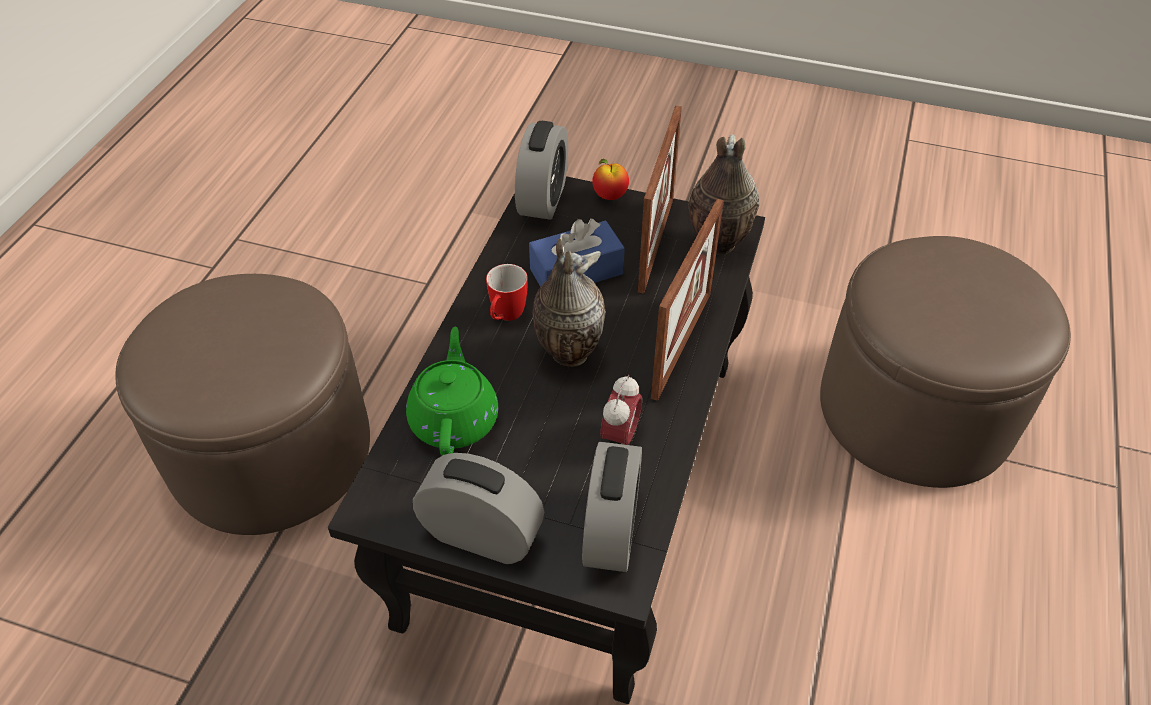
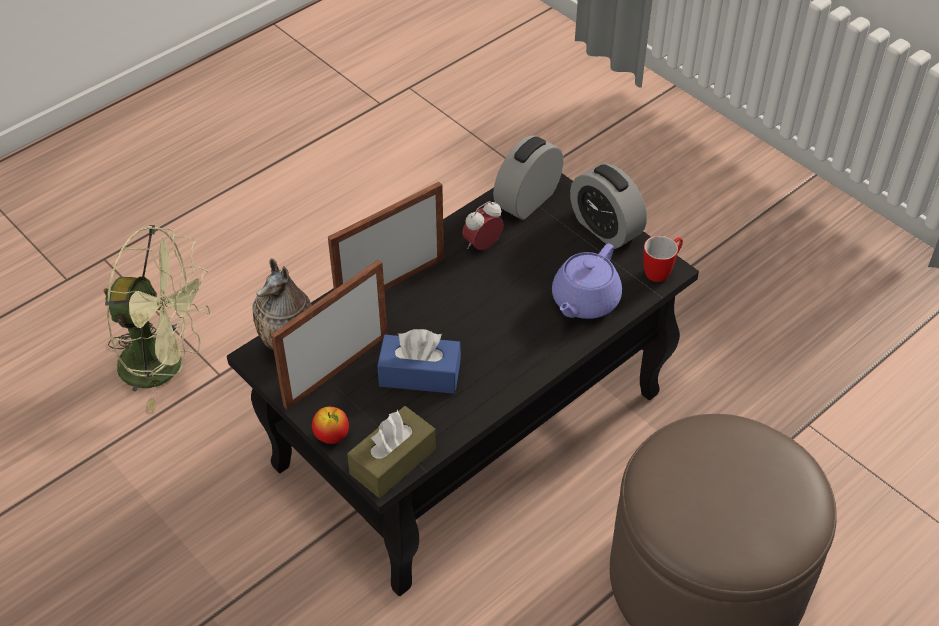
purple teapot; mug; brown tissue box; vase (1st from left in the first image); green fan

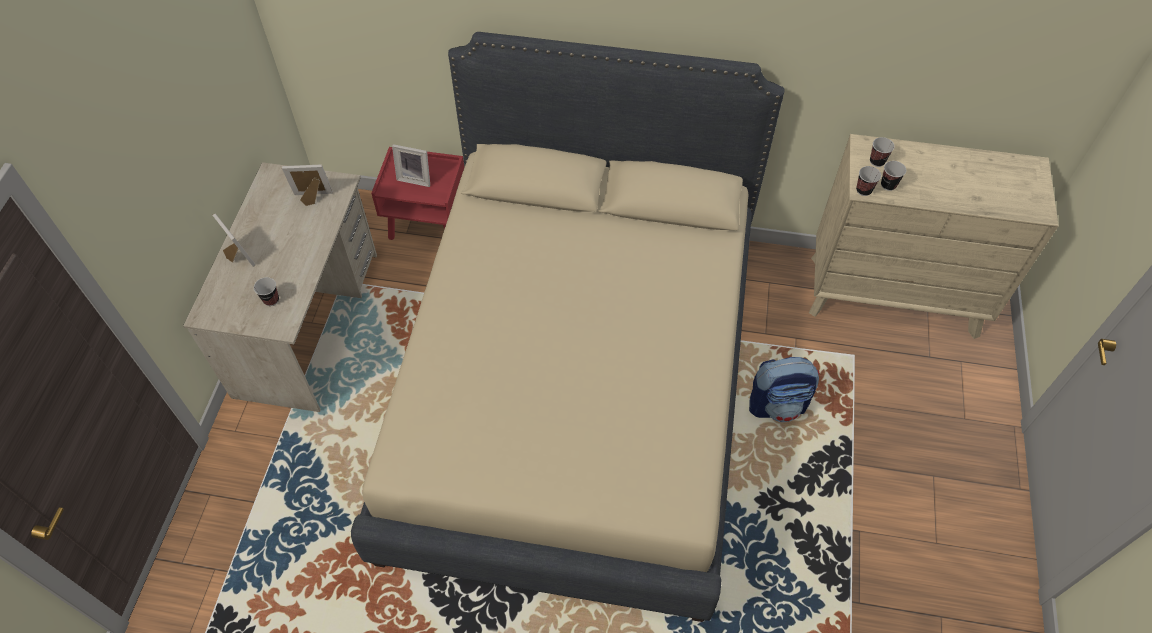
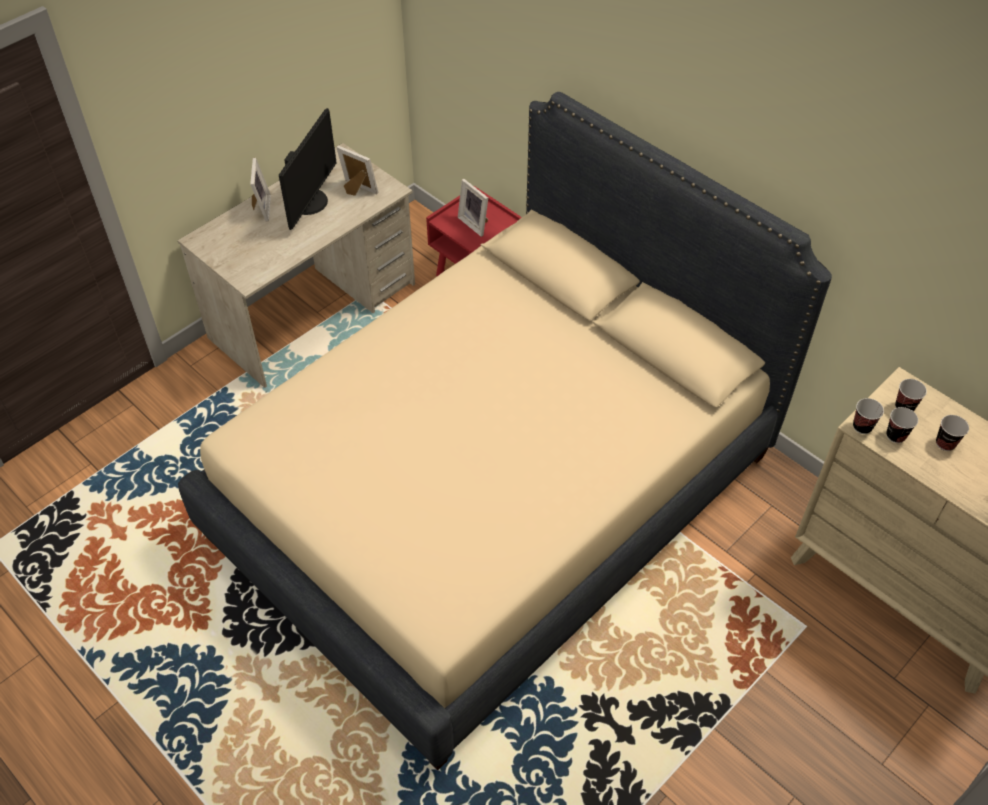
cup (4th from left); backpack; monitor

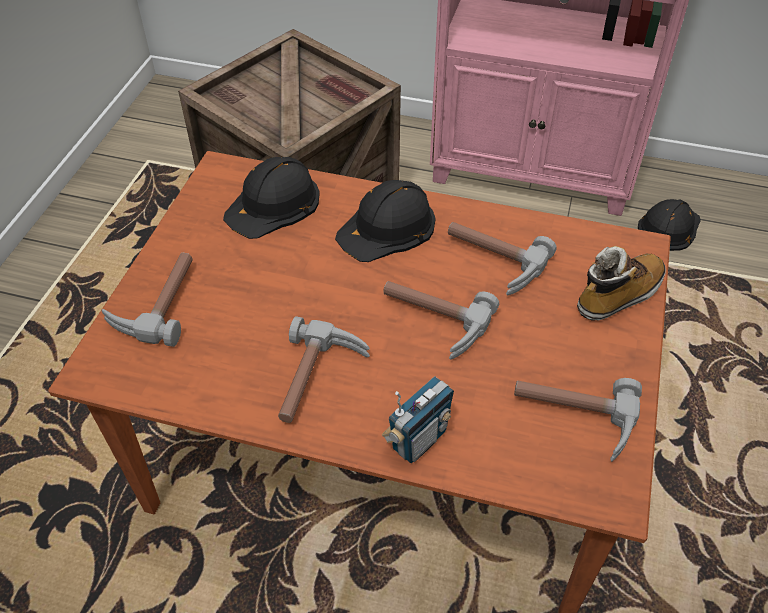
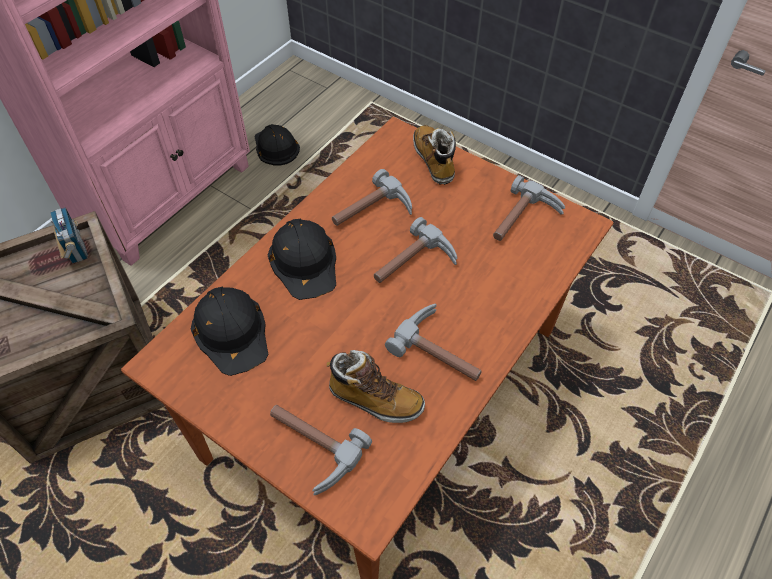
radio; boot (1st from left)

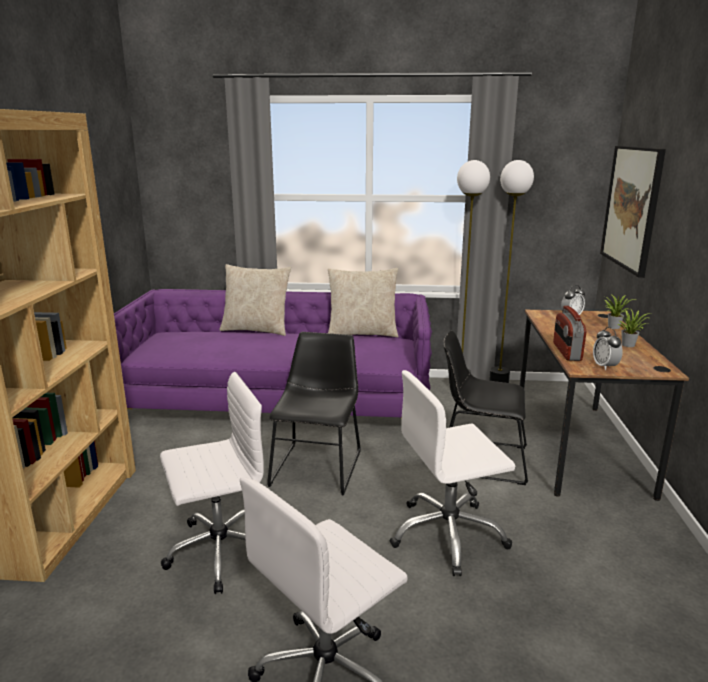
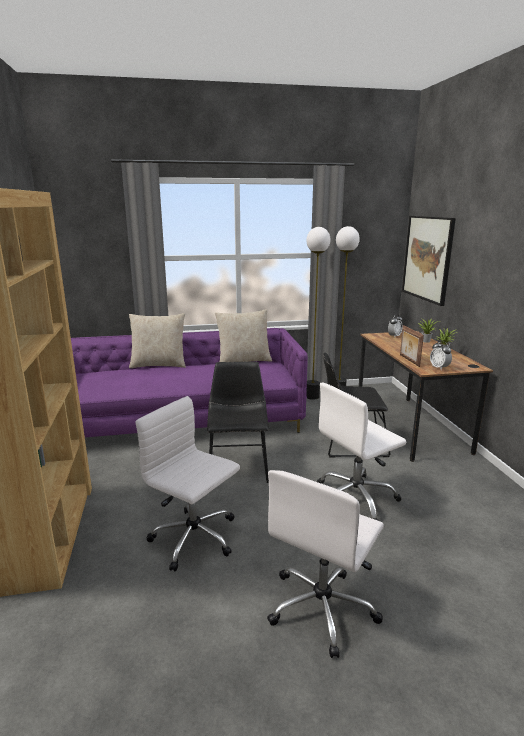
white office chair (1st from left); picture frame

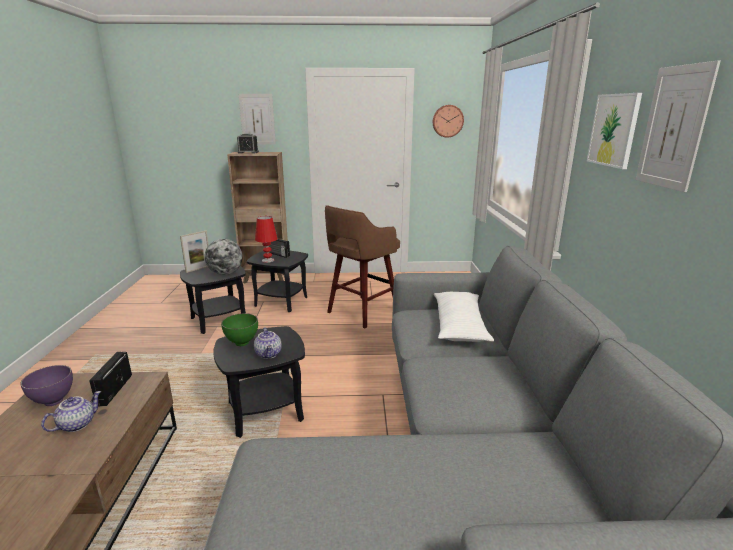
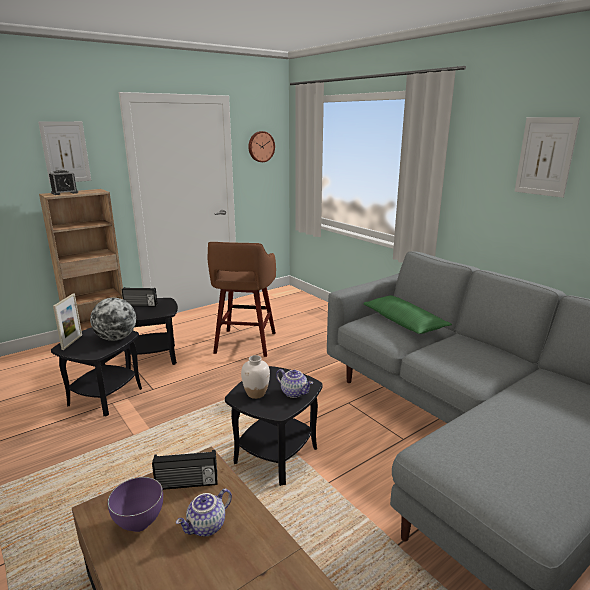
teapot (1st from left); radio (2nd from left); white vase; red table lamp; green pillow; picture (2nd from left in the first image)

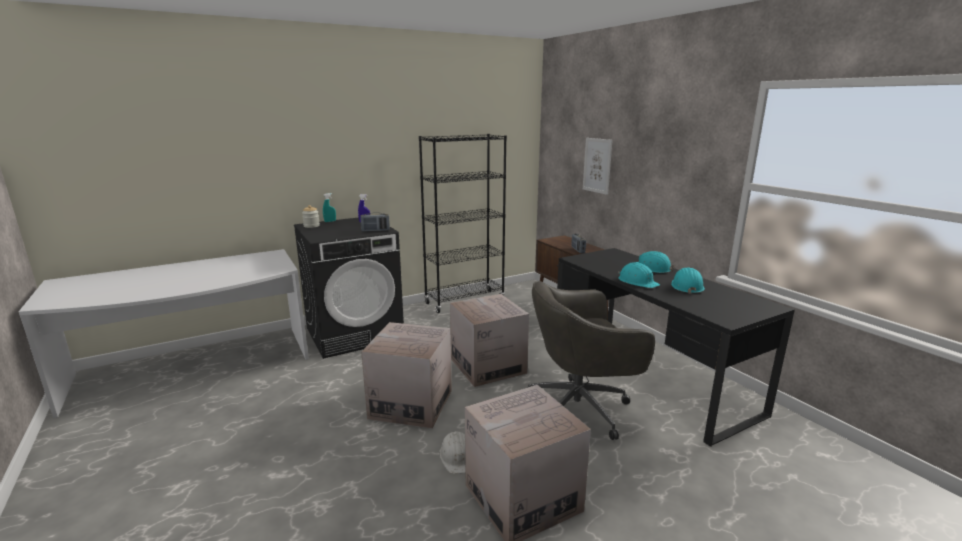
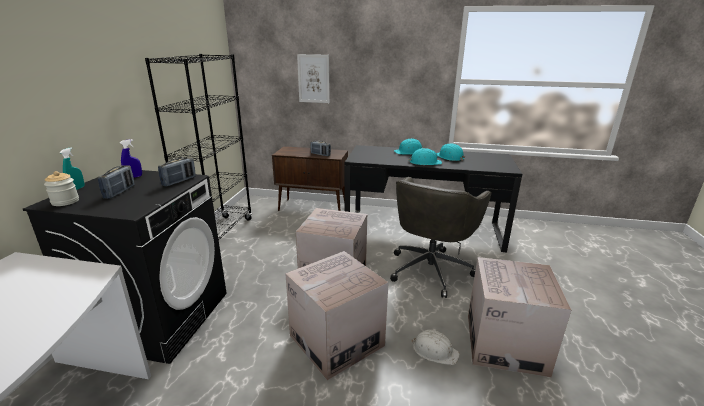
radio (1st from left)

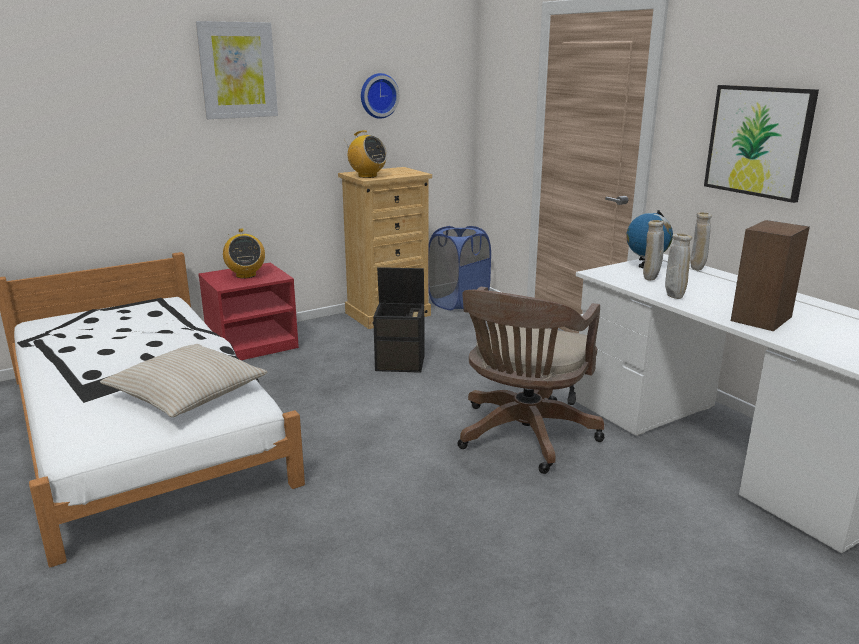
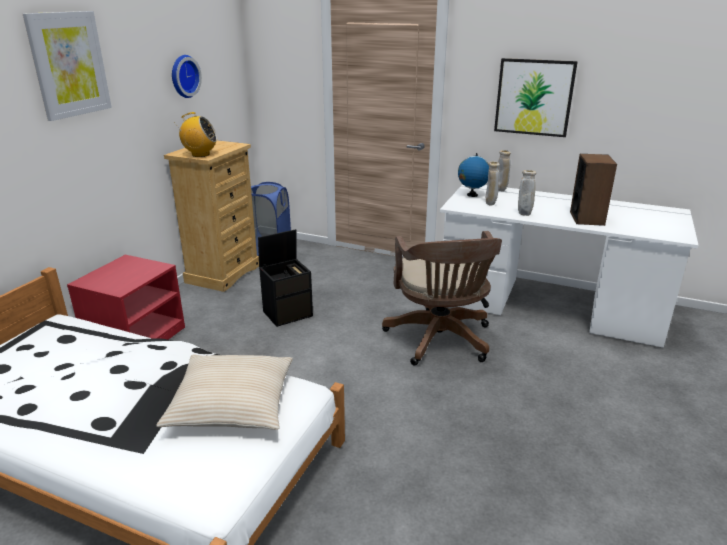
radio (1st from left in the first image)

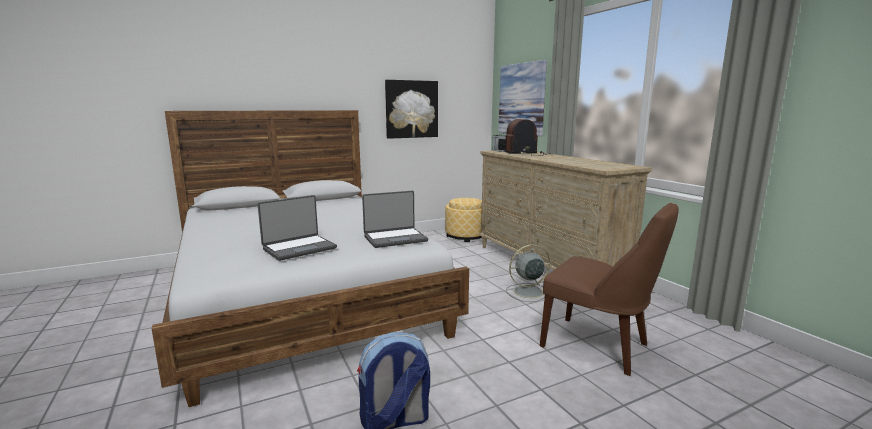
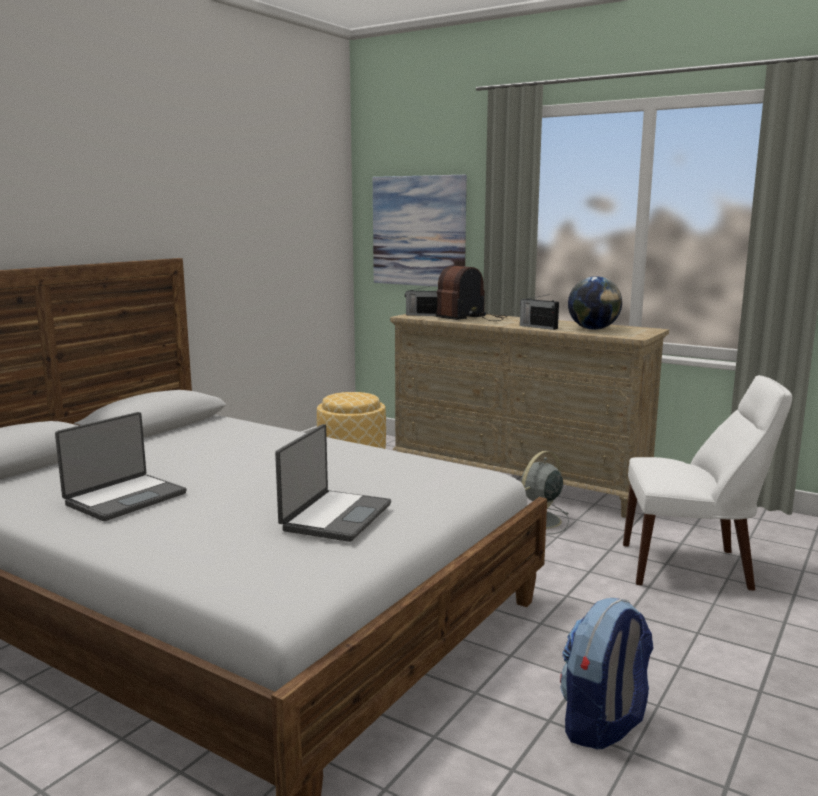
laptop (1st from left); picture (1st from left in the first image); white chair; radio (3rd from left); globe

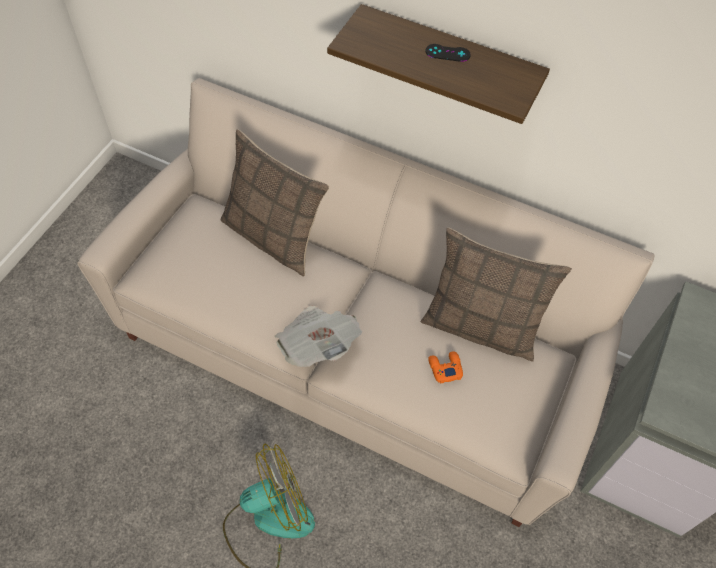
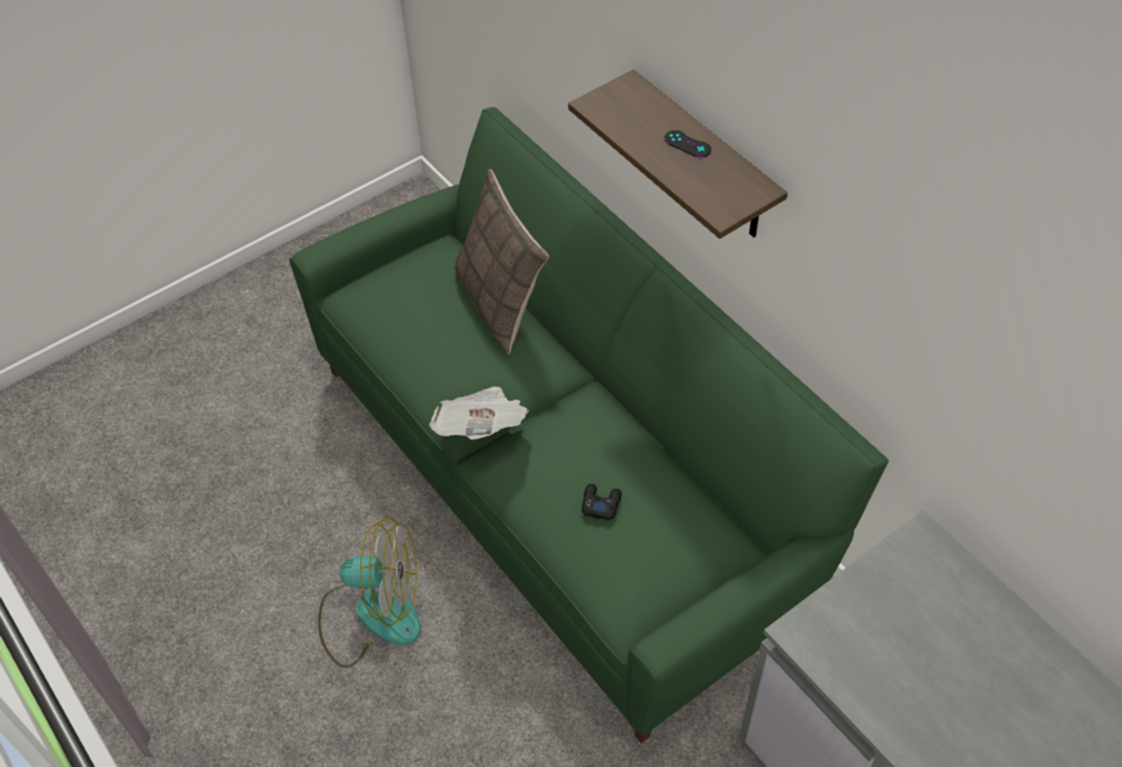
green sofa; pillow (2nd from left in the first image); black game controller (1st from left)

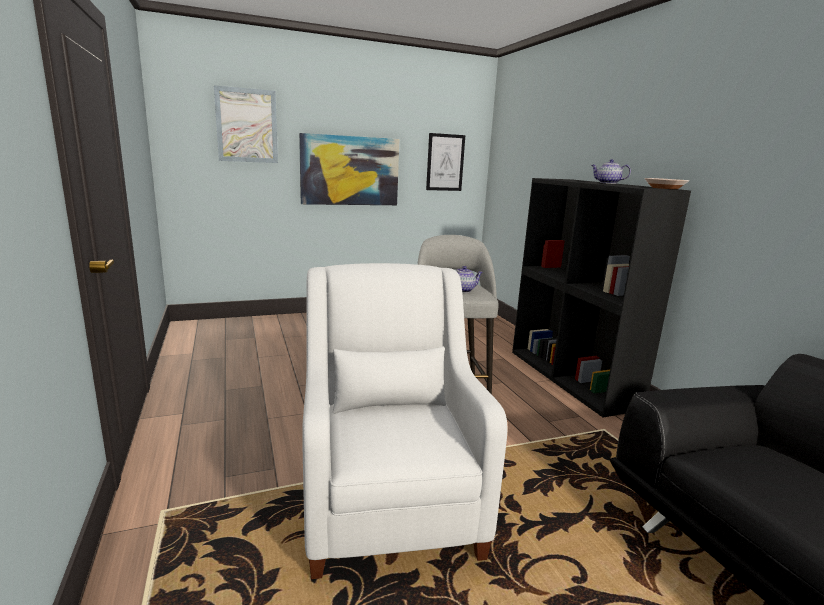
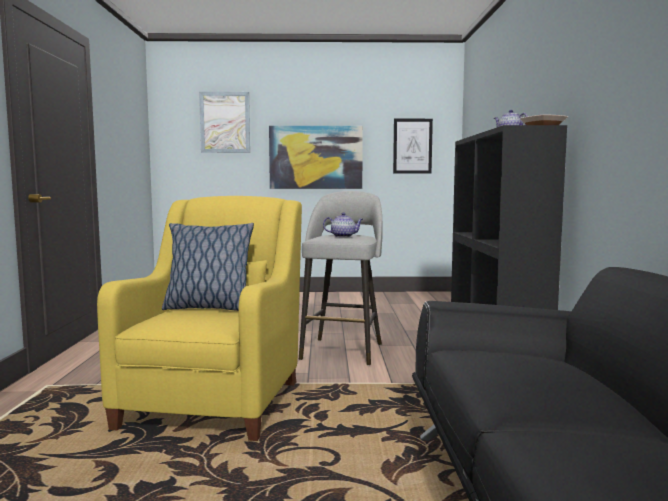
yellow armchair; pillow

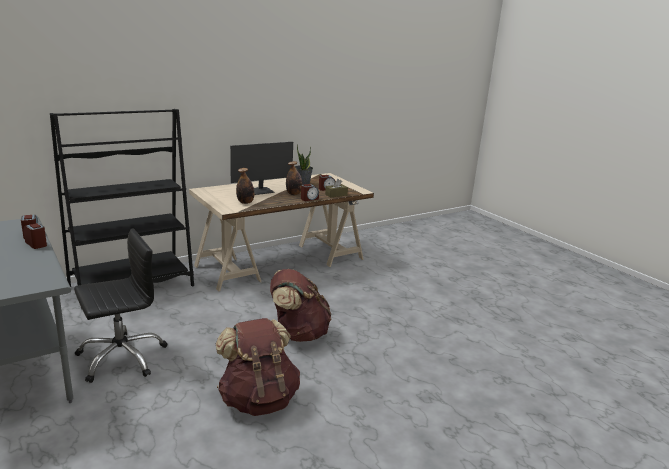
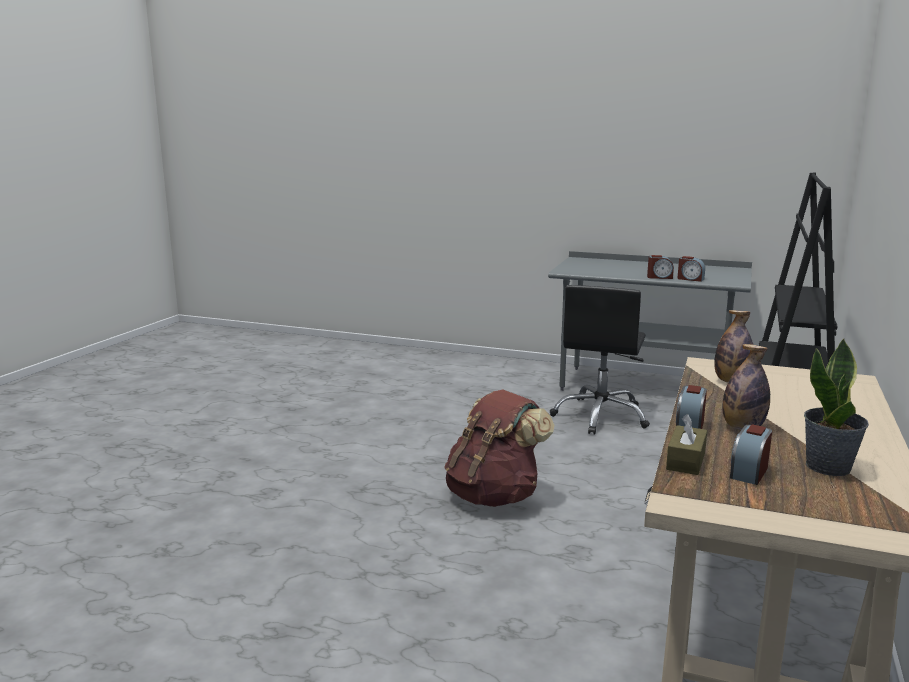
brown backpack (1st from left in the first image); monitor

